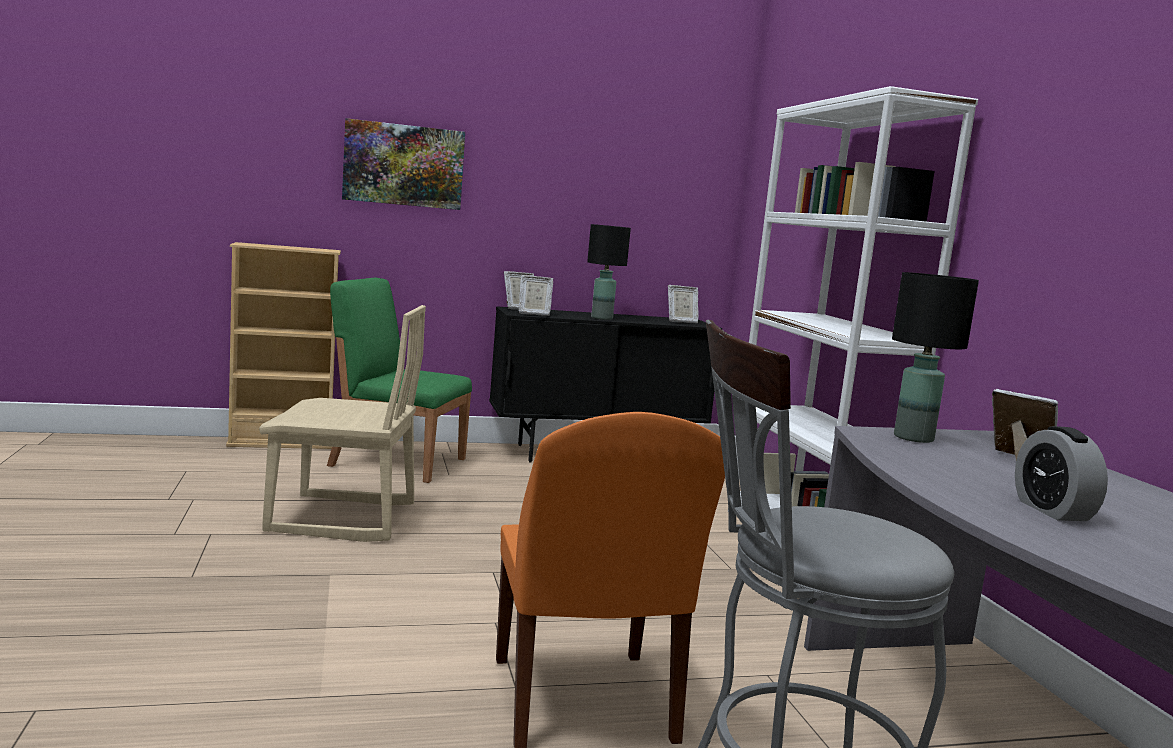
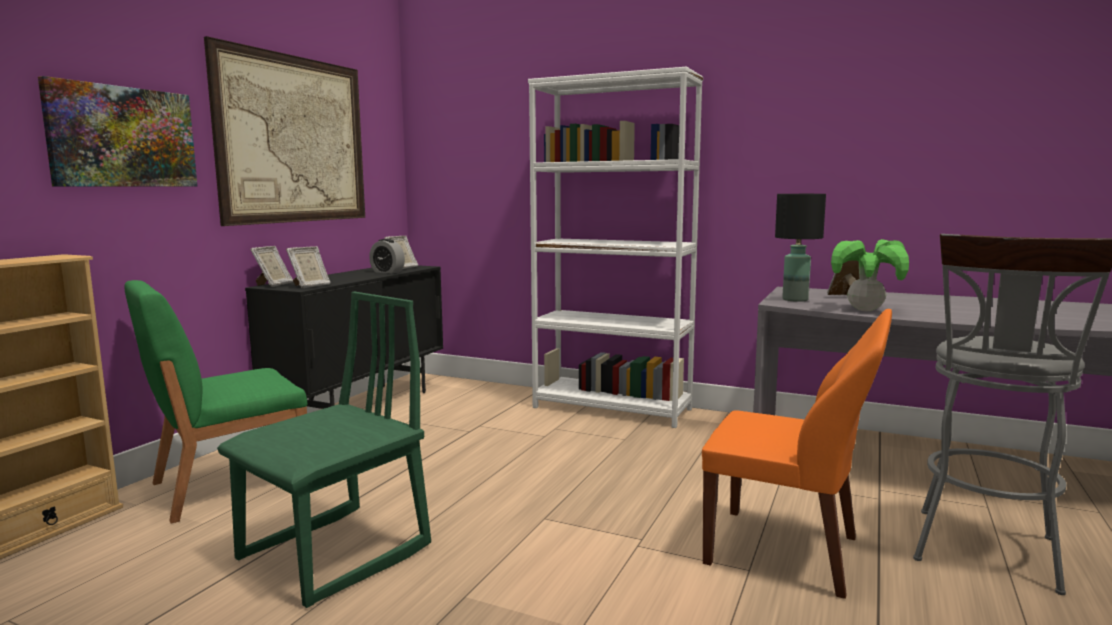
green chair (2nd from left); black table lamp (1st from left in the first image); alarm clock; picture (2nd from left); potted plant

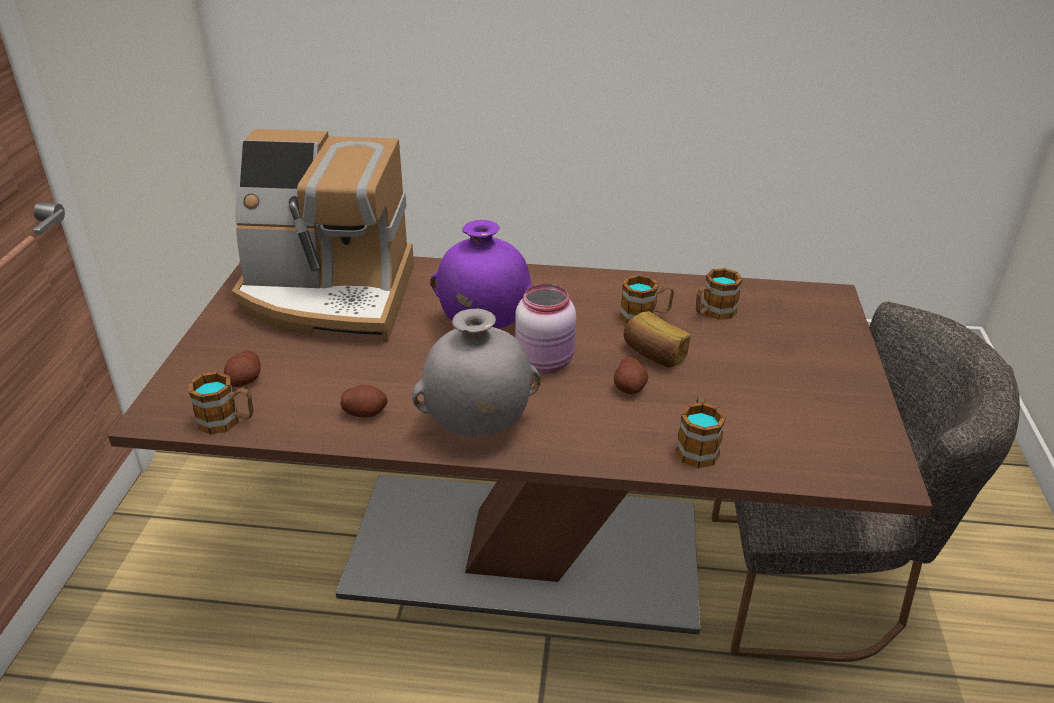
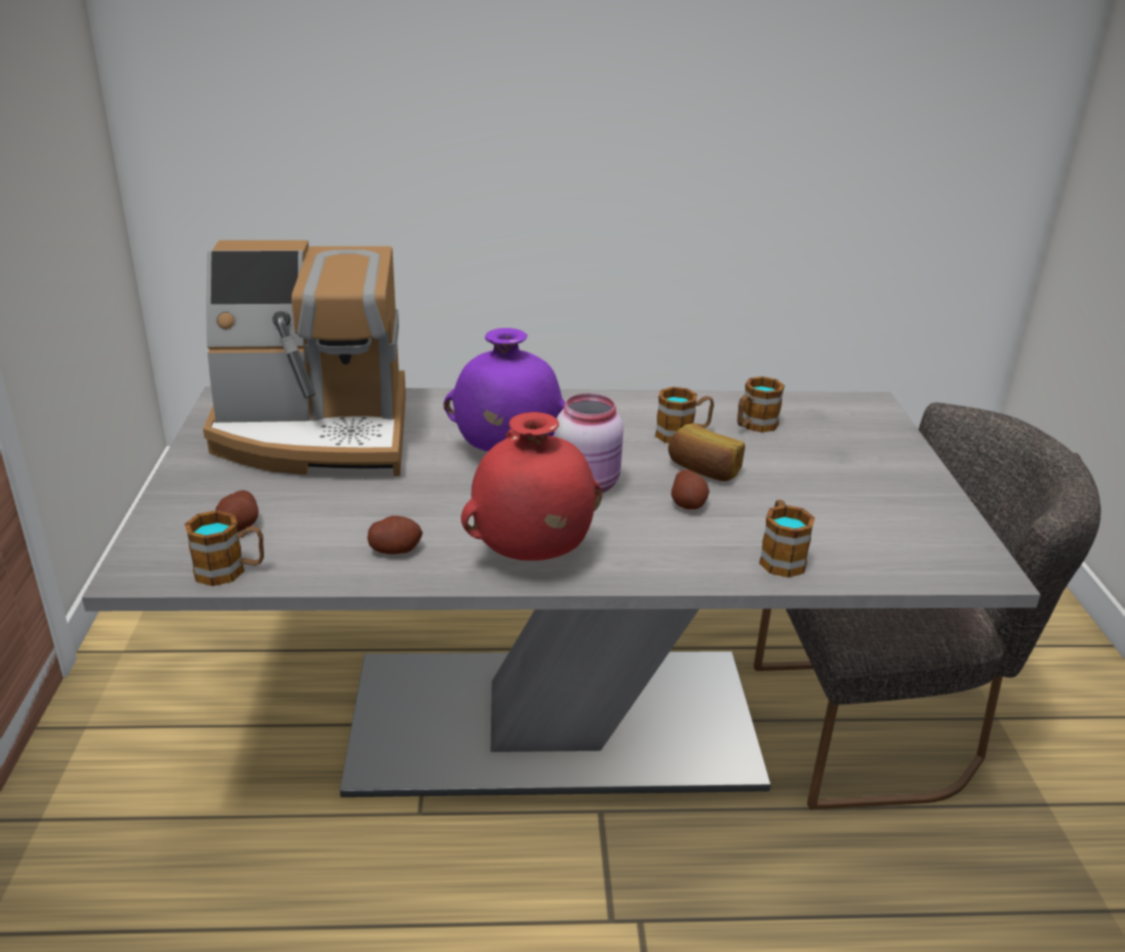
grey dining table; red vase

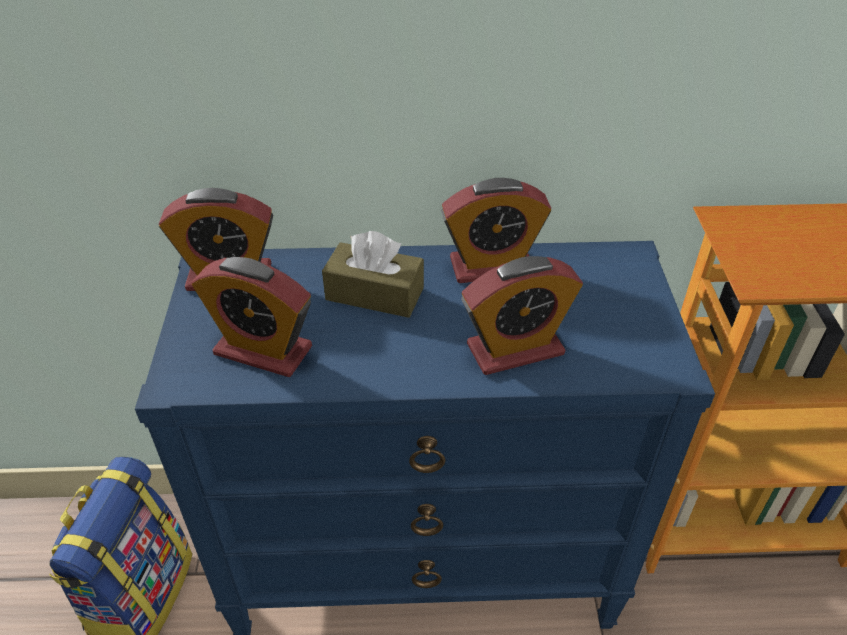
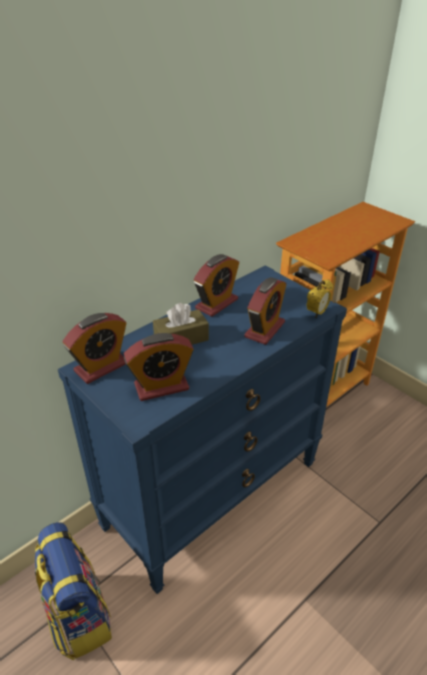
alarm clock (5th from left)

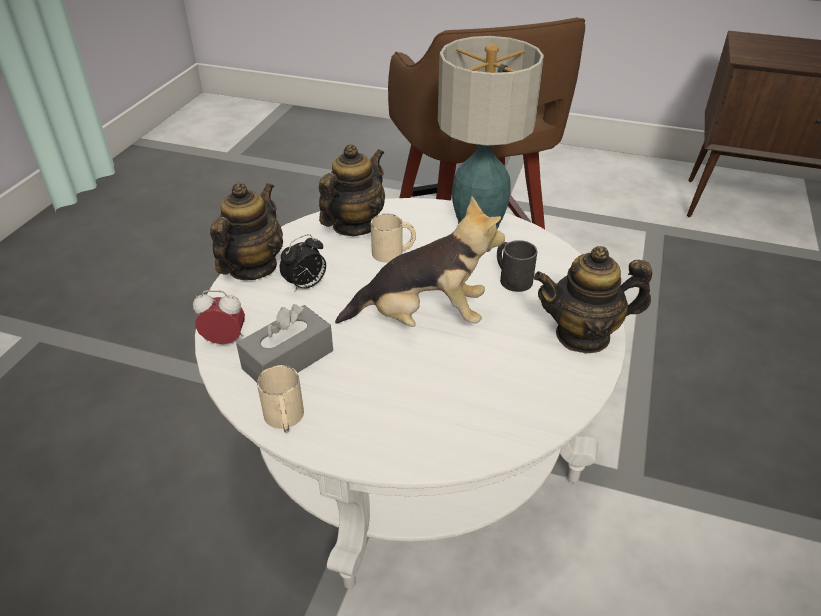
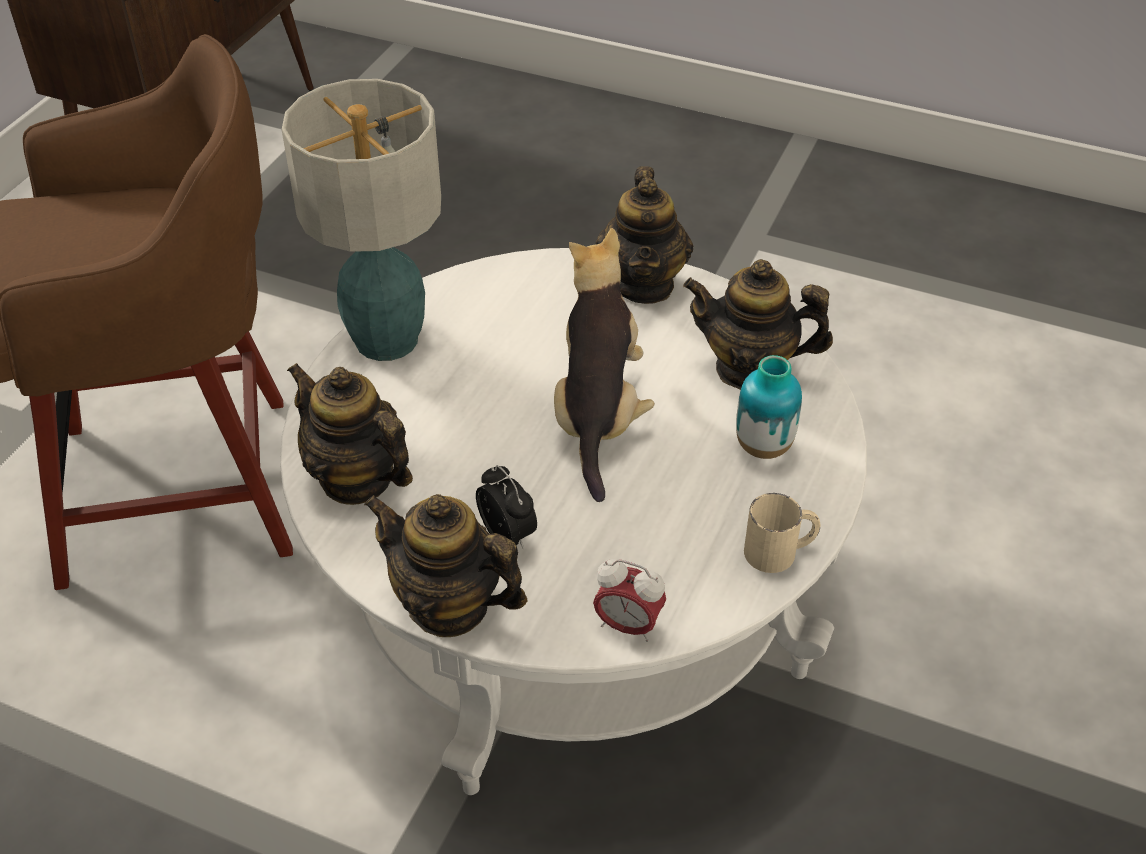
alarm clock (2nd from left); grey tissue box; beige mug (2nd from left in the first image); black mug; teapot (4th from left); vase

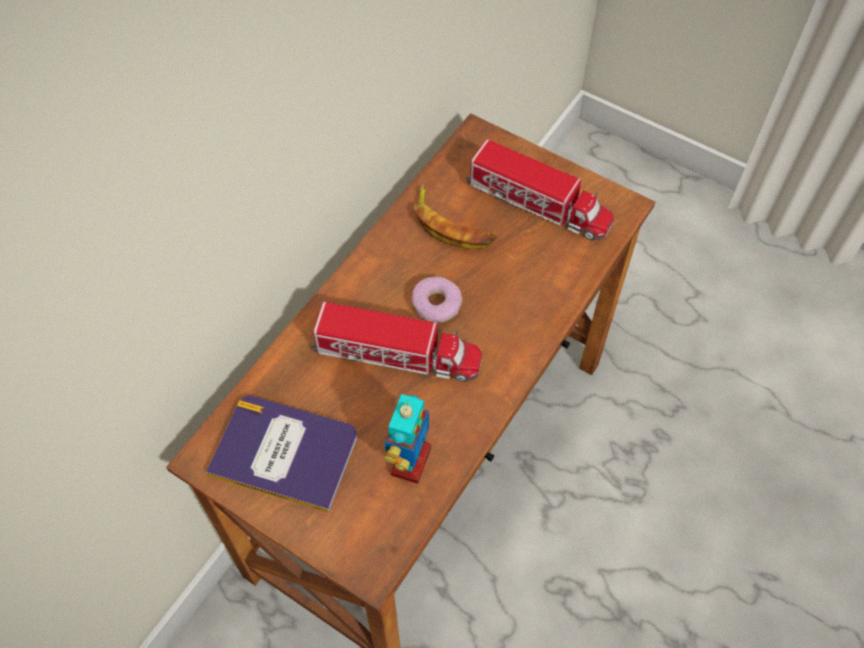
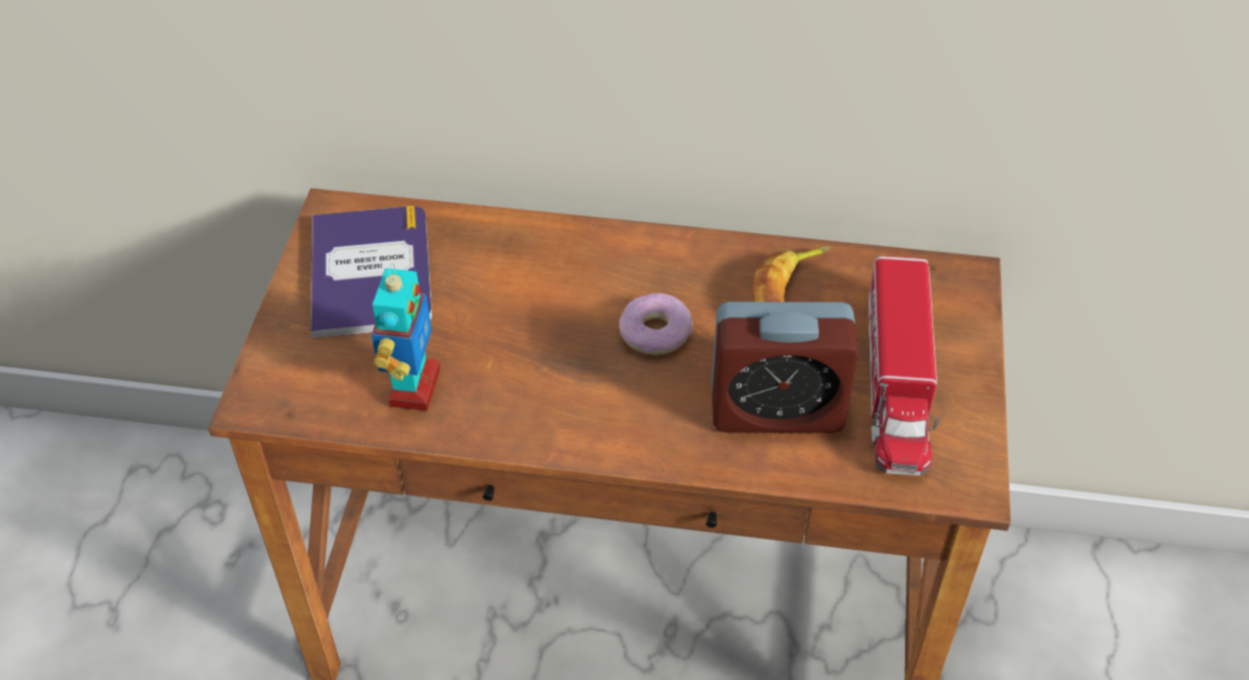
toy truck (1st from left in the first image); toy robot; alarm clock

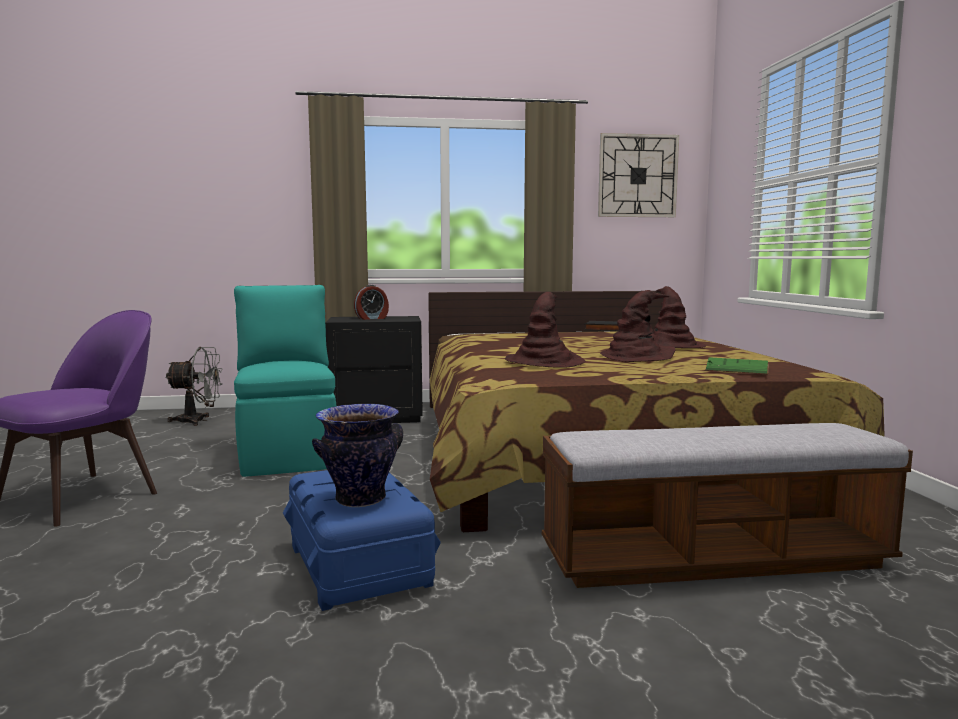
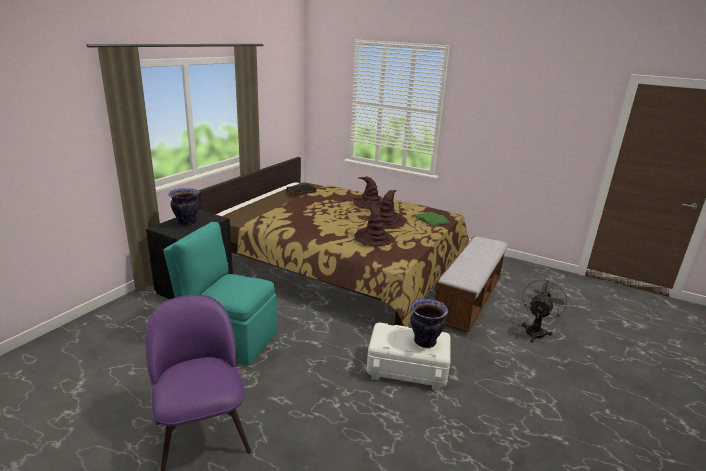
grey fan; white storage box; vase (1st from left); wall clock

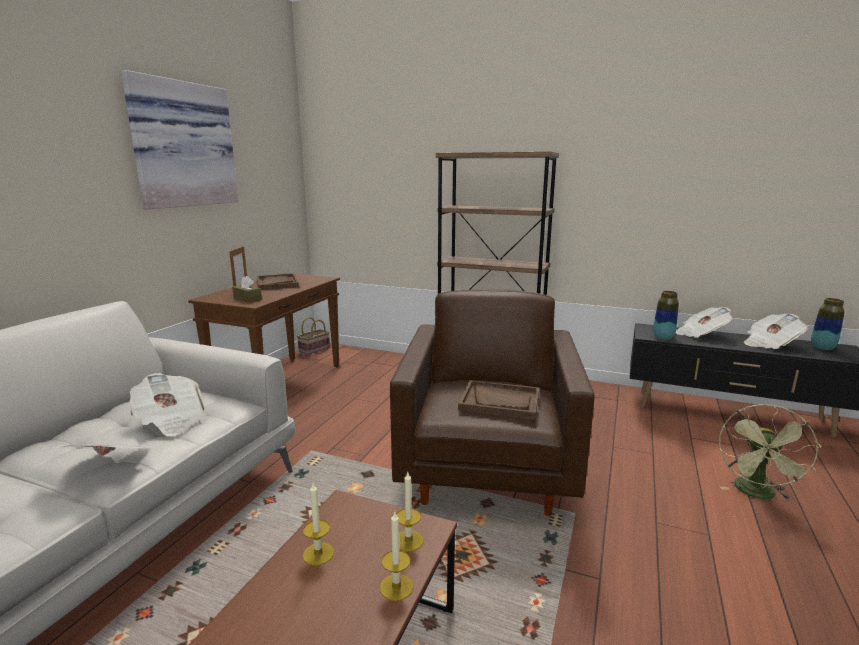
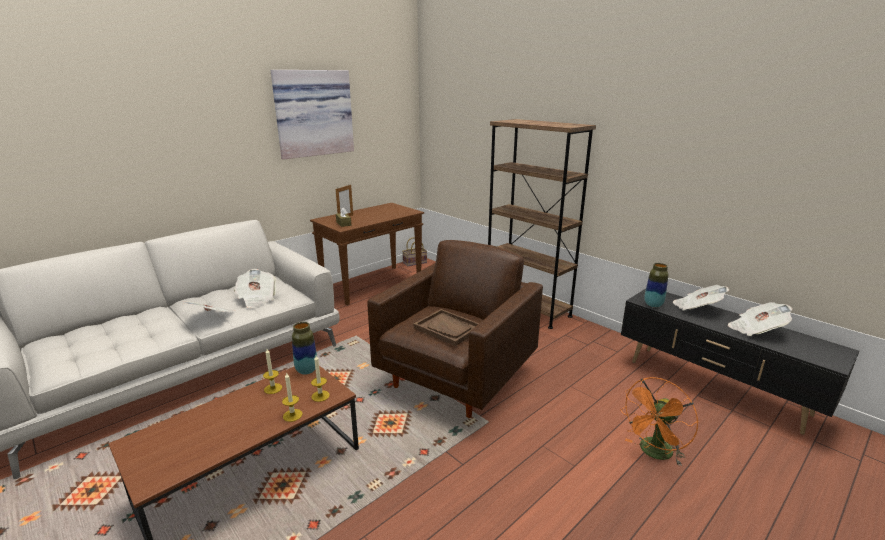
brown tray (1st from left in the first image); orange fan; vase (1st from left)

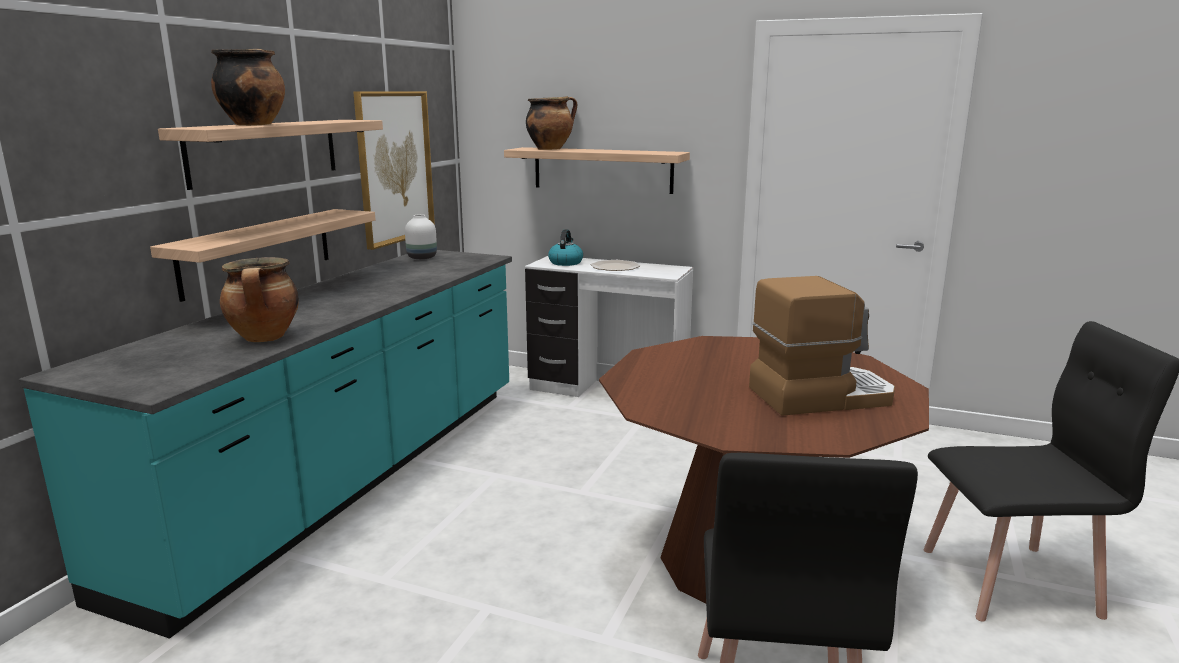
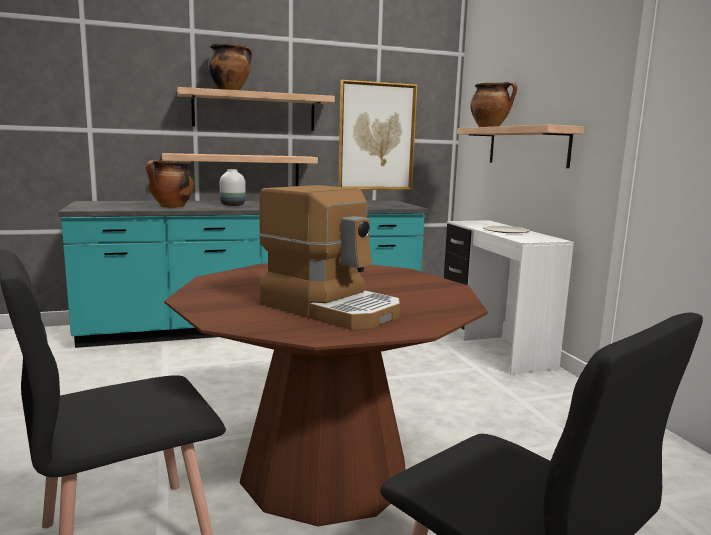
white vase; kettle

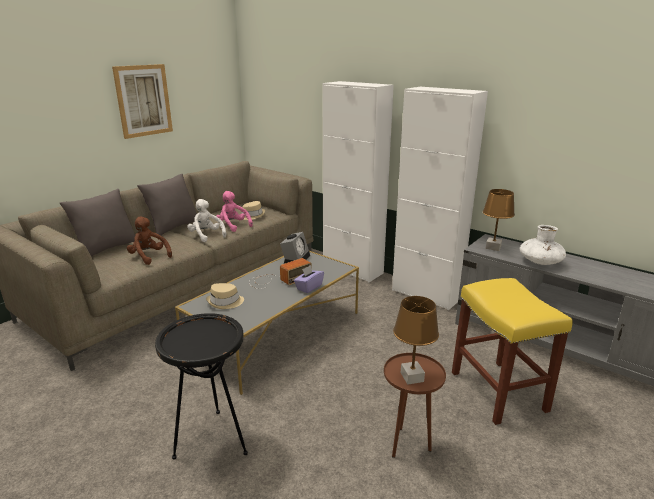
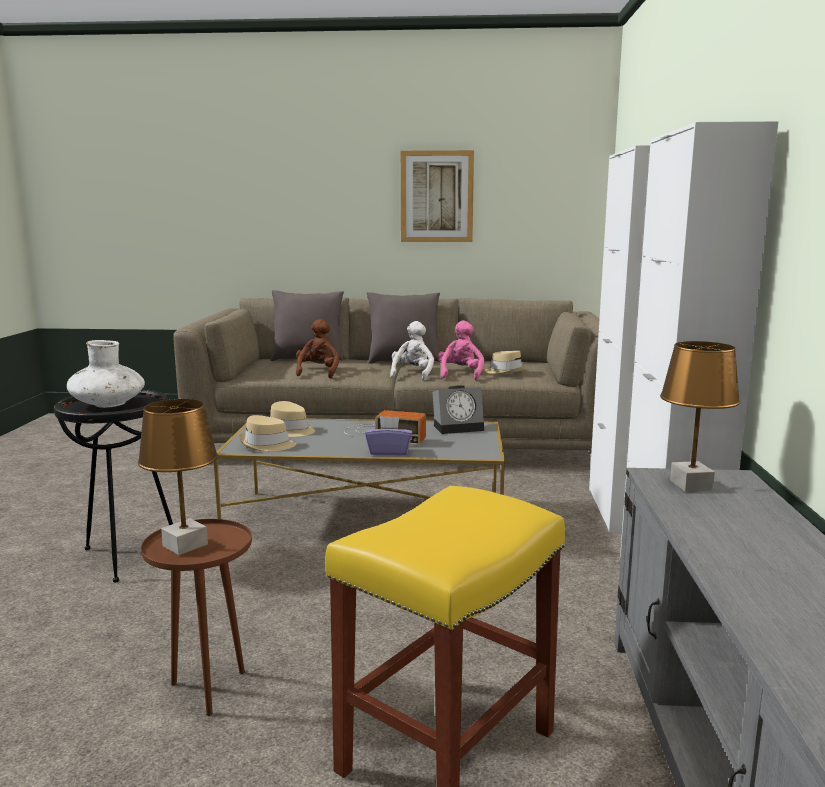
white vase; beige hat (1st from left)

